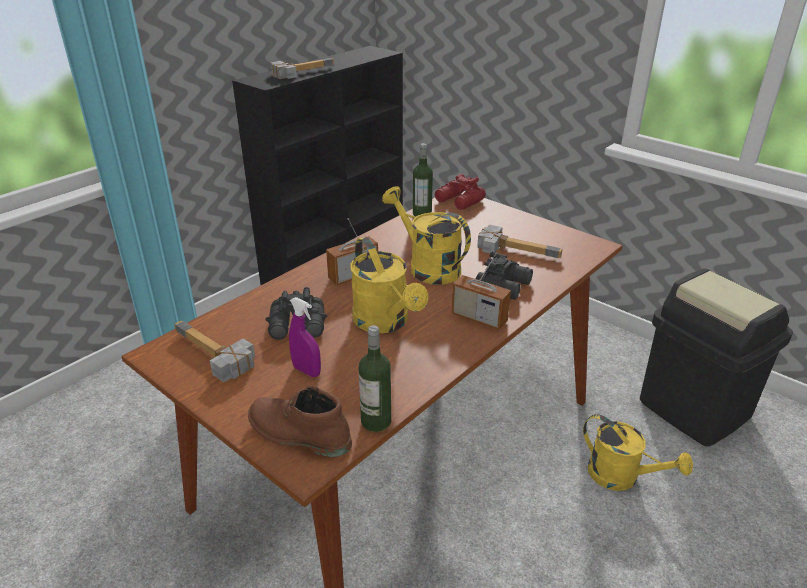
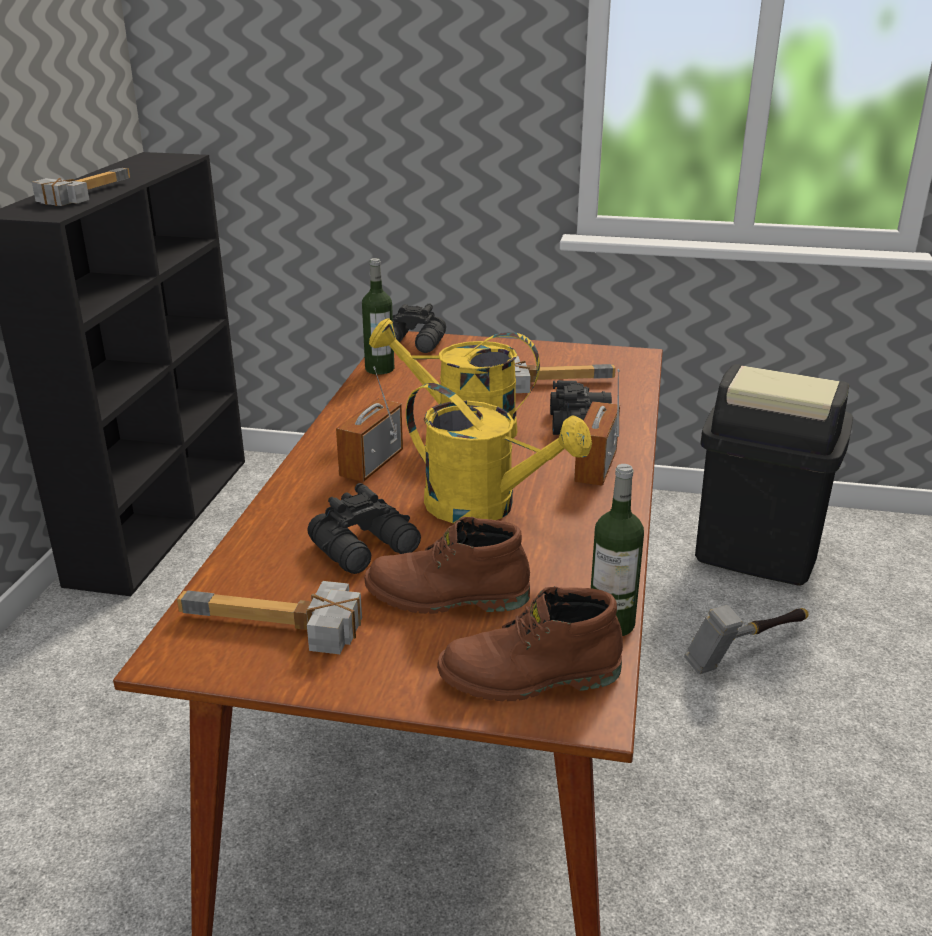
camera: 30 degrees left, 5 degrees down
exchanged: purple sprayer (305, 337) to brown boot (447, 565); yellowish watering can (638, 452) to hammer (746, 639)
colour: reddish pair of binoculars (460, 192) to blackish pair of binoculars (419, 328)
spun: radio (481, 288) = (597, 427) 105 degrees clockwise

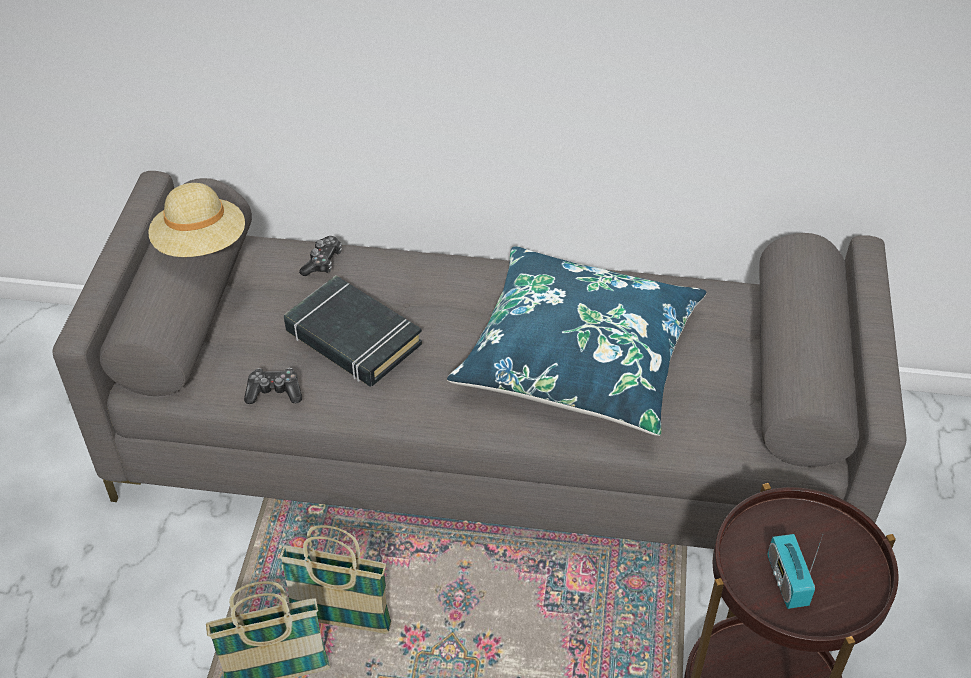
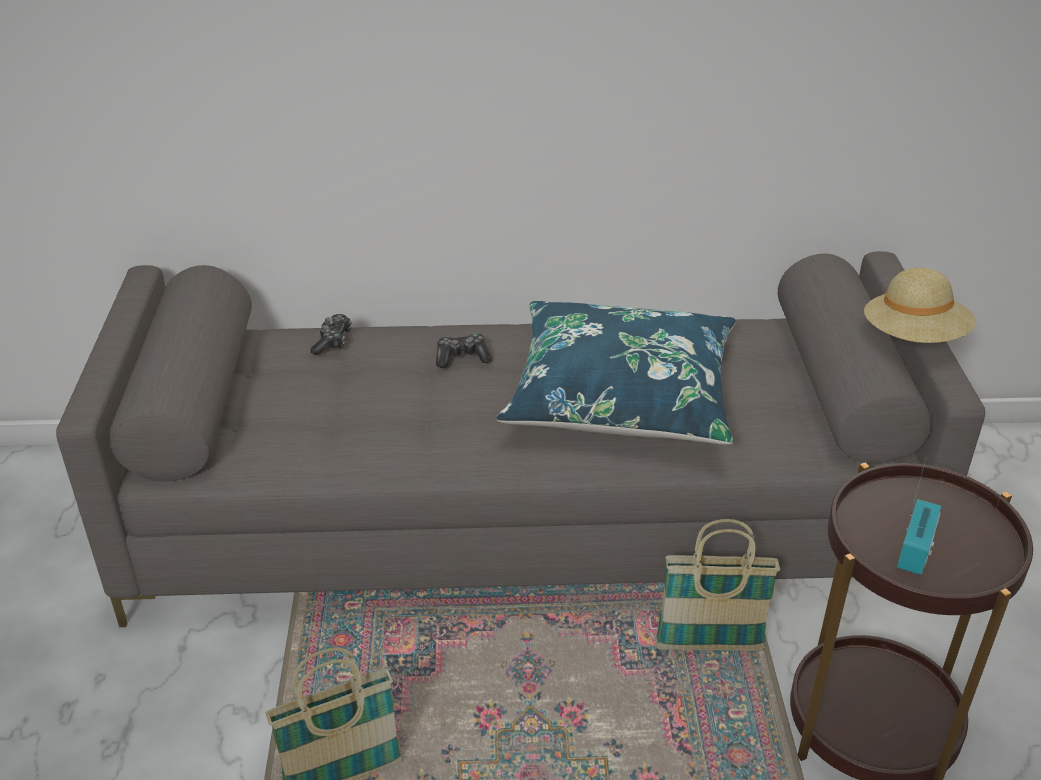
camera: 10 degrees left, 10 degrees down
missing: blackish bound book (353, 331)
relocated: beige clothing hat (196, 220) to (920, 305); joypad (273, 386) to (464, 350); storage basket (335, 579) to (717, 585)
spun: radio (795, 571) = (919, 517) 135 degrees counterclockwise

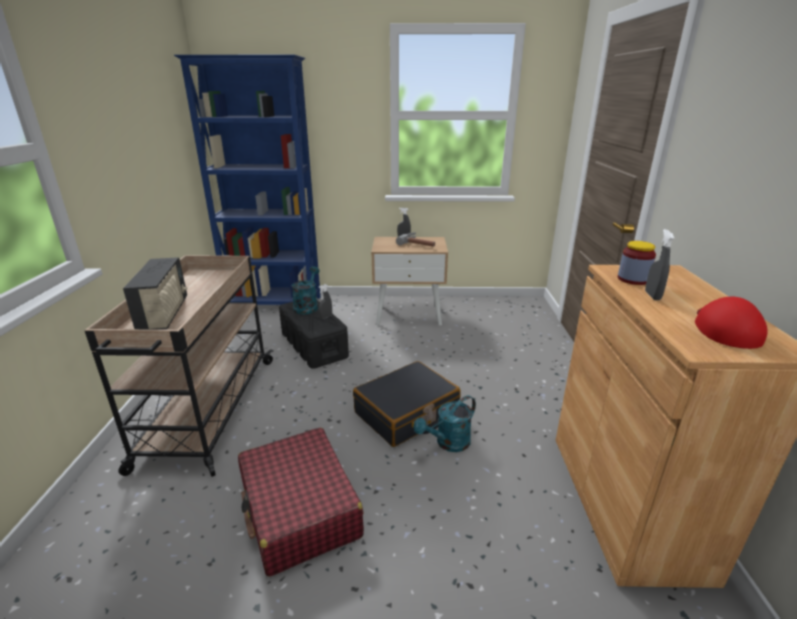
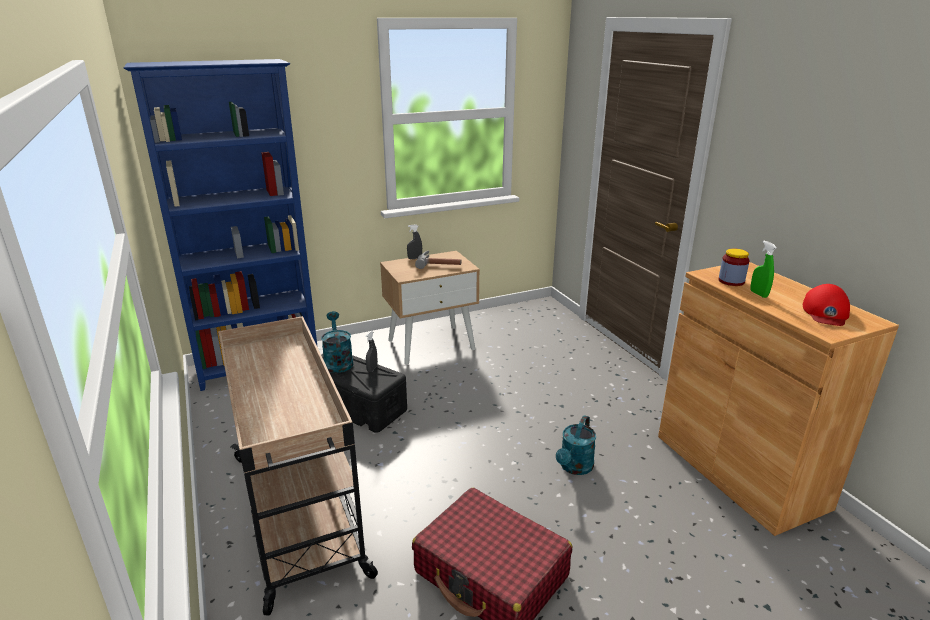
camera: 25 degrees left, 0 degrees up
missing: radio (155, 293); blackish suitcase (407, 404)
colour: gray sprayer (659, 264) to green-coloured sprayer (763, 269)
spun: reddish baseball cap (731, 322) = (826, 305) 150 degrees counterclockwise

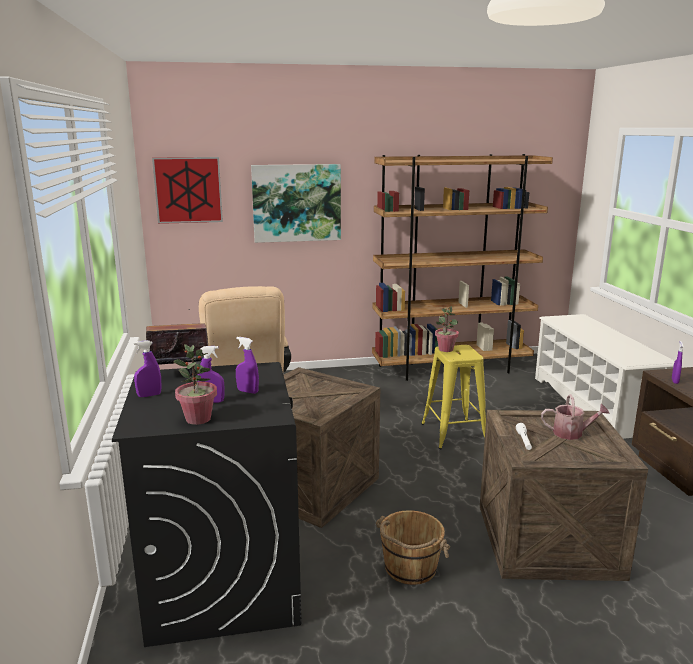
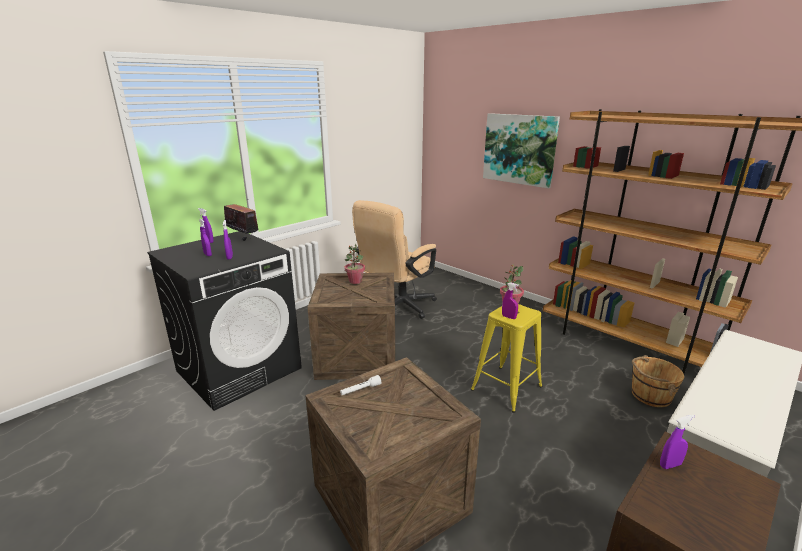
camera: 55 degrees right, 5 degrees up
missing: wall art (187, 190); watering can (575, 417)
appeared: purple sprayer (510, 300)
relocated: potted plant (195, 384) to (355, 263); brown bucket (413, 547) to (658, 381)

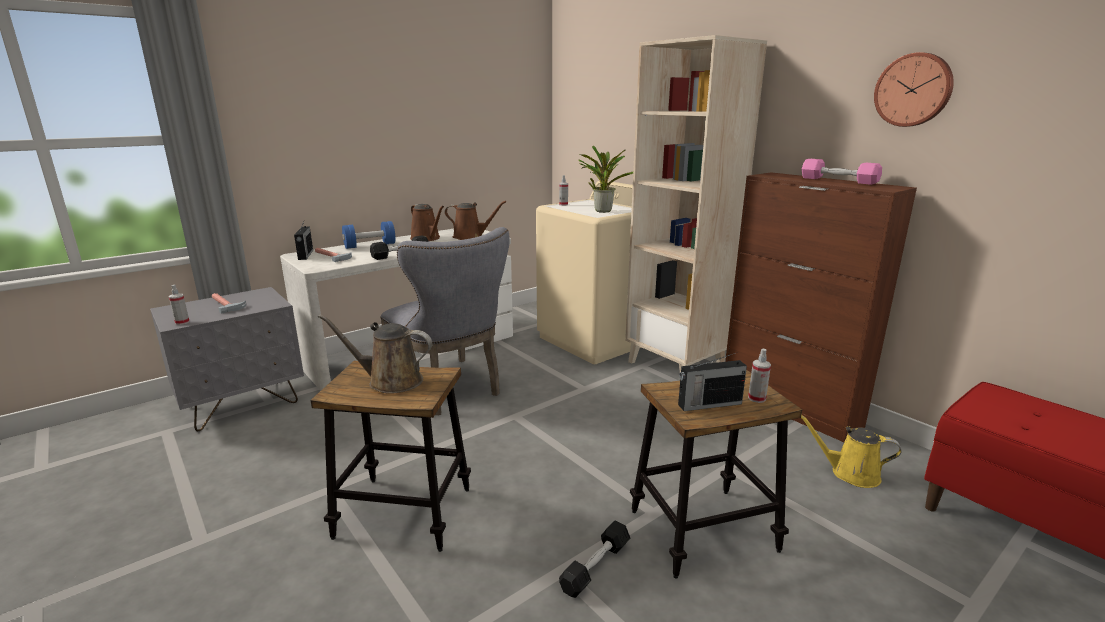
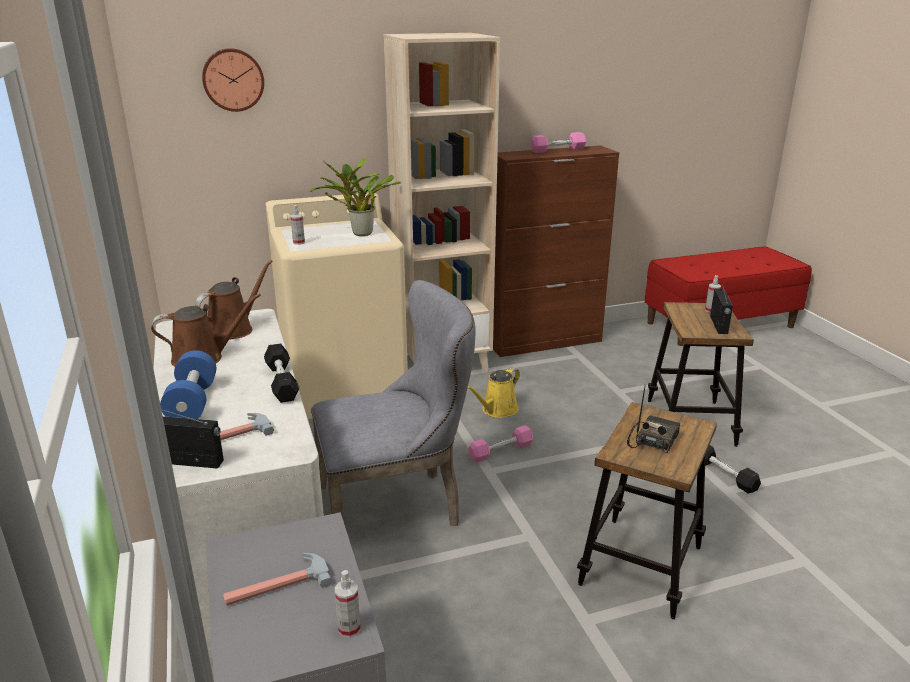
camera: 70 degrees left, 5 degrees up
appeared: pinkish hand weight (500, 443)
relocated: wall clock (914, 89) to (233, 80); yellowish watering can (851, 451) to (494, 393)
exchanged: brown watering can (375, 354) to radio (653, 418)

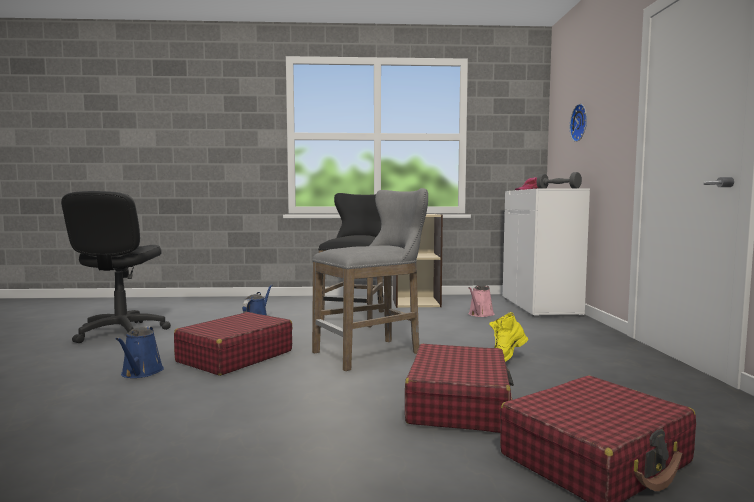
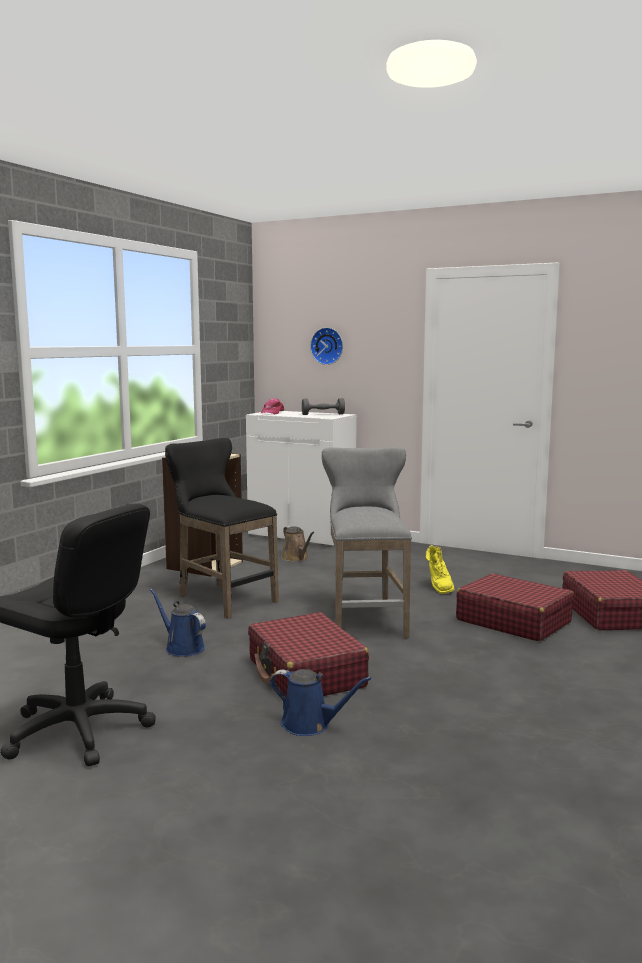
camera: 60 degrees left, 5 degrees up
colour: pinkish watering can (481, 301) to brown watering can (298, 544)

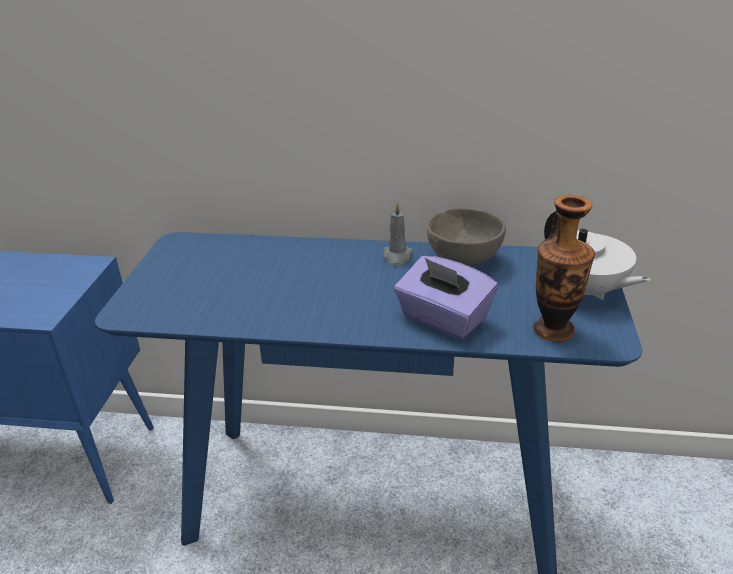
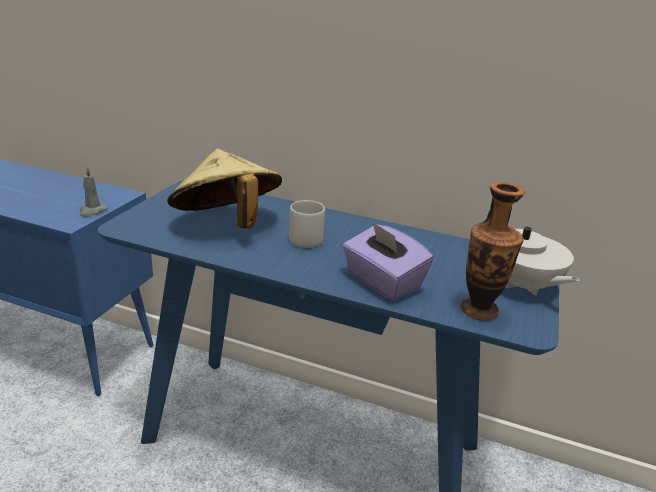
camera: 10 degrees right, 5 degrees down
missing: gray deep dish (466, 237)
appeared: beige clothing hat (224, 189); gray tea mug (307, 224)
relocated: gray wax candle (398, 234) to (93, 192)

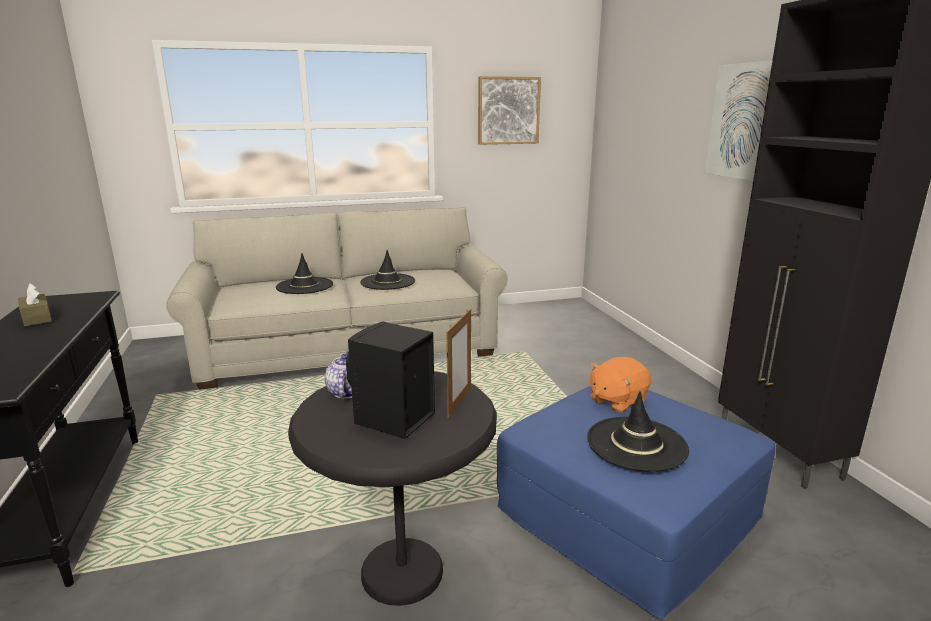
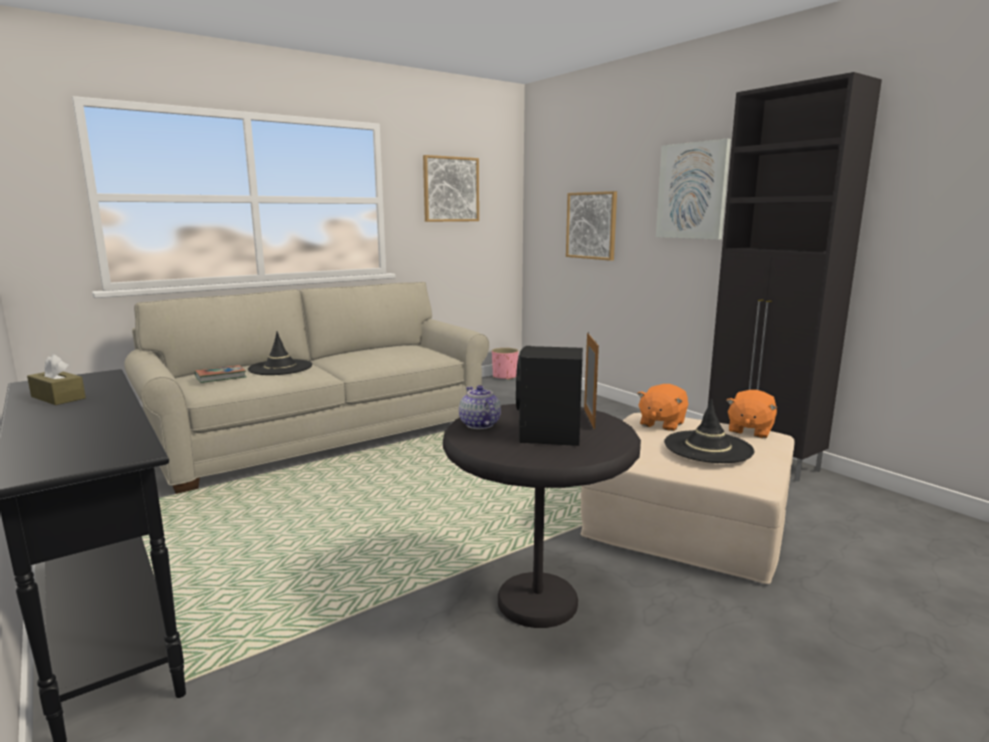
camera: 20 degrees left, 5 degrees down
missing: blackish clothing hat (387, 270)
appeared: wall art (591, 226); pinkish flower pot (505, 364); bound book (220, 374); orange-coloured plush toy (751, 414)
colour: blue-coloured pouffe (636, 502) to beige pouffe (688, 498)

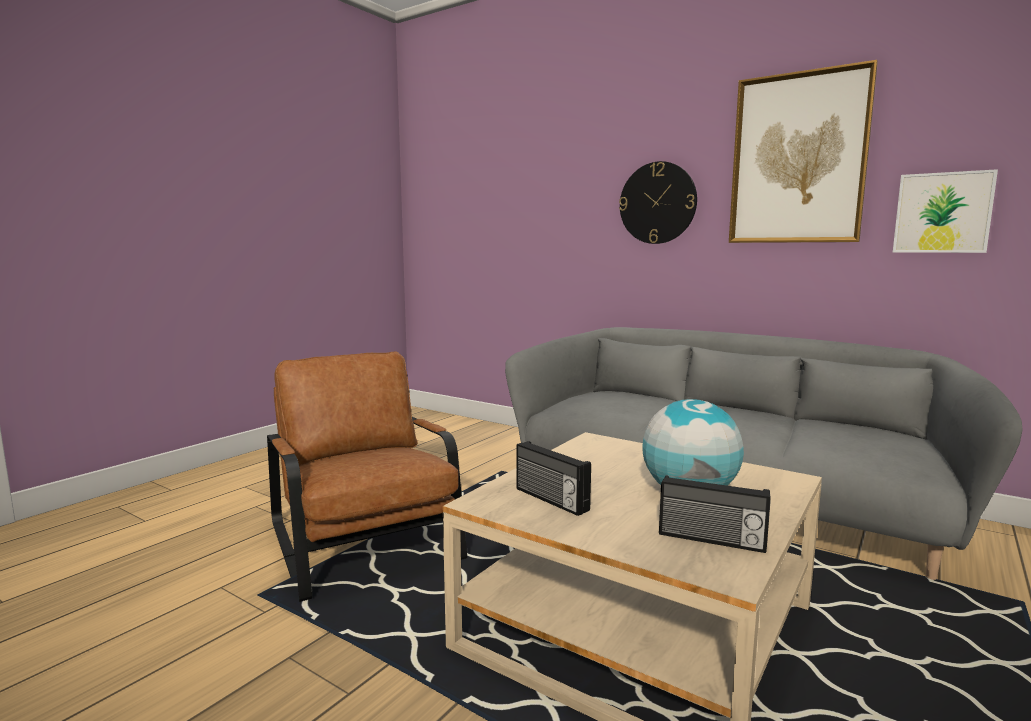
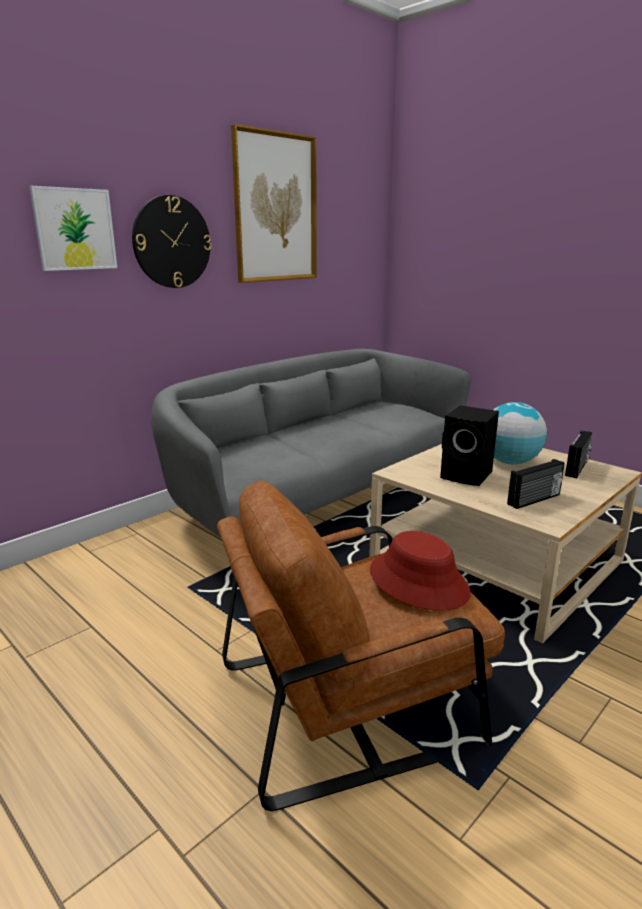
camera: 80 degrees left, 10 degrees up
appeared: blackish loudspeaker (469, 445); reddish clothing hat (420, 571)
relocated: wall art (945, 211) to (73, 228)

